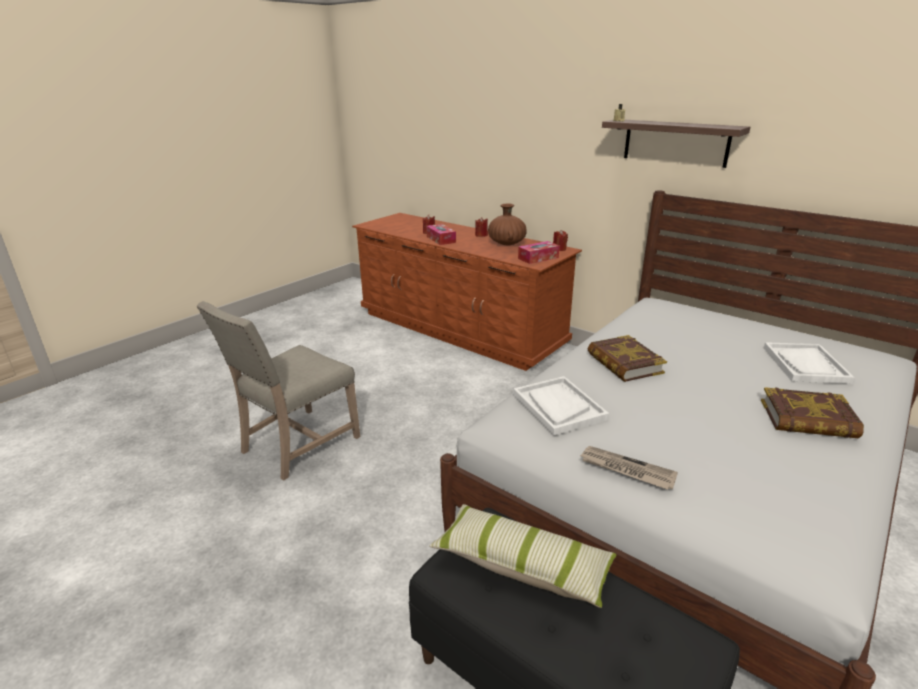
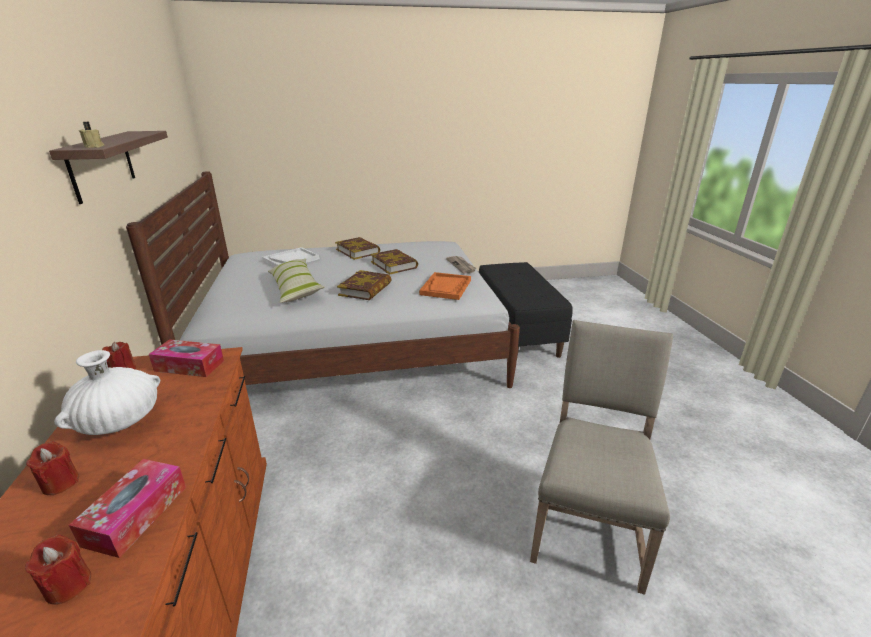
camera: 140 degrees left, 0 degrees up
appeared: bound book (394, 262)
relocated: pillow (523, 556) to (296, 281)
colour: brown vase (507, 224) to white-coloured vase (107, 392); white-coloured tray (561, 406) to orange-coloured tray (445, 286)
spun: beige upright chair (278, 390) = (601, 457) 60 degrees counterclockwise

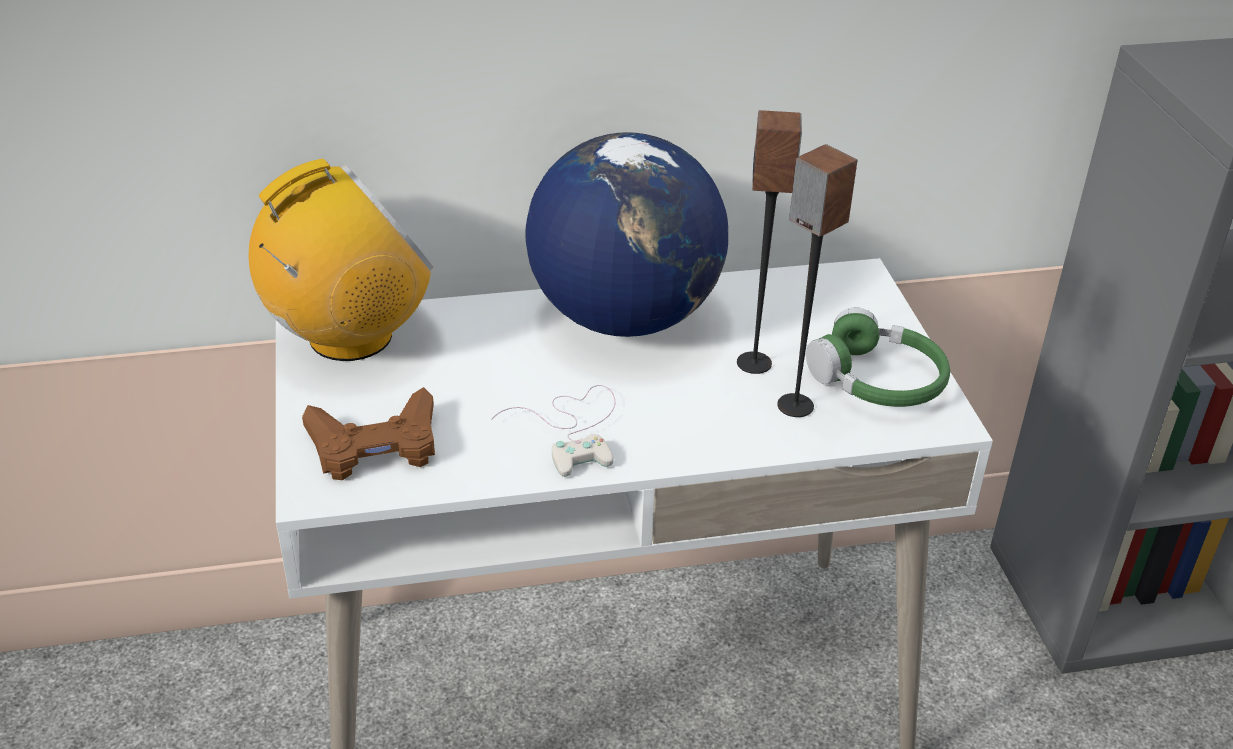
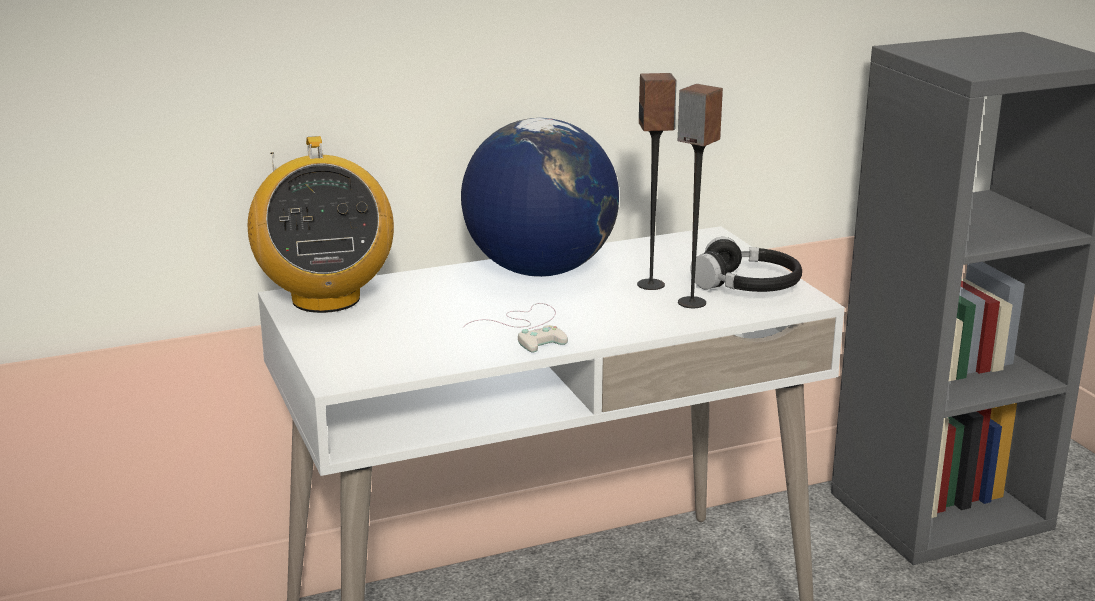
camera: 10 degrees left, 15 degrees down
missing: brown joypad (368, 433)
colour: green-coloured headphones (878, 357) to blackish headphones (746, 264)
spun: radio (341, 260) = (321, 224) 120 degrees clockwise

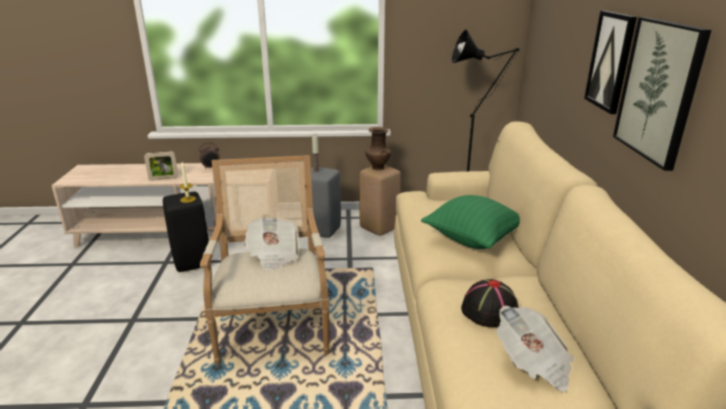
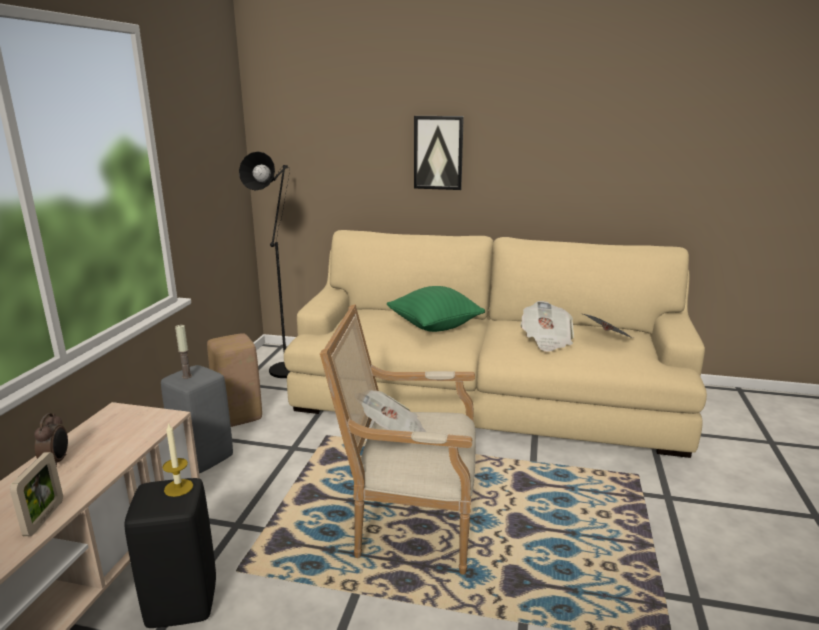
camera: 75 degrees left, 5 degrees down
missing: wall art (662, 94); brown vase (378, 148)
exchanged: blackish clothing hat (489, 303) to newspaper (547, 326)

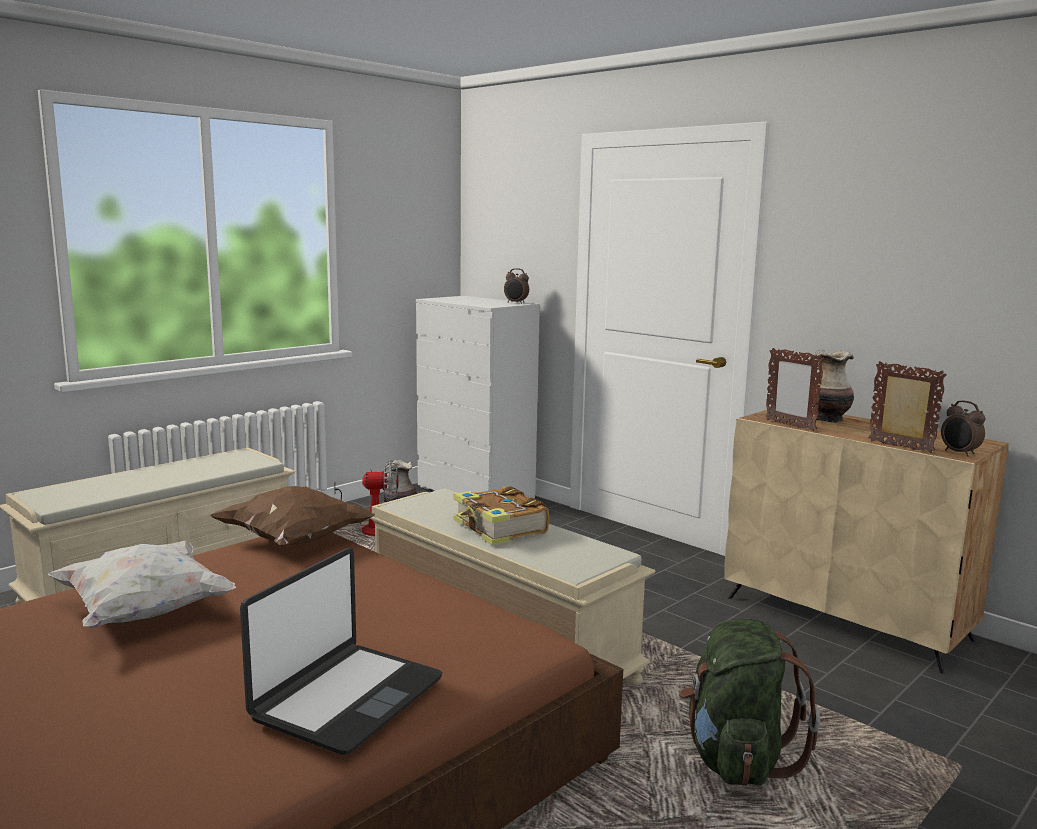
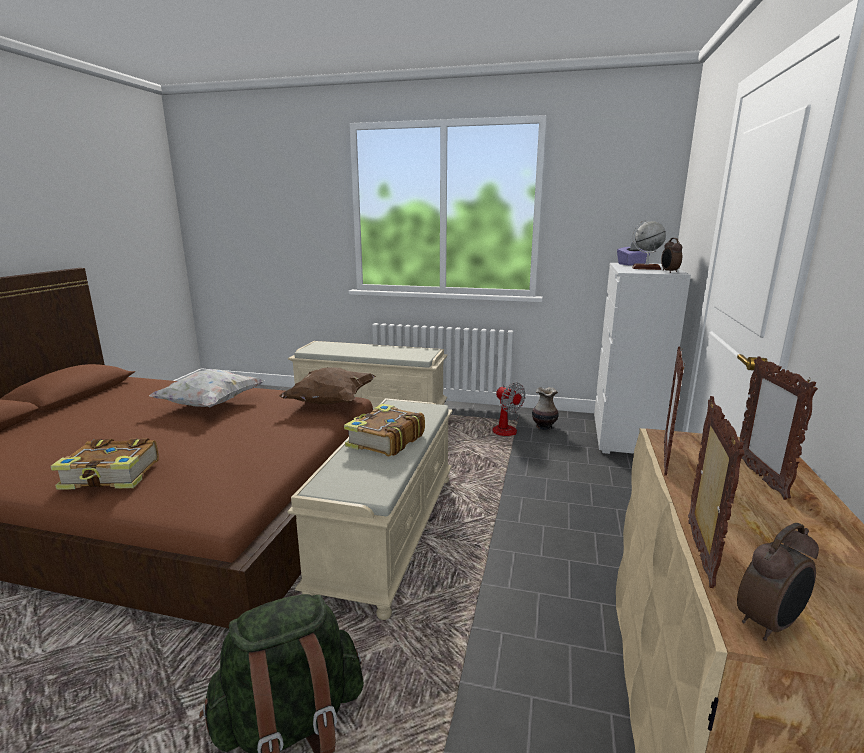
camera: 60 degrees right, 5 degrees up
appeared: desk globe (649, 245); purple tissue holder (633, 254)
exchanged: vase (833, 386) to photo frame (779, 428); notebook computer (341, 651) to bound book (105, 464)
spun: table clock (963, 428) = (778, 582) 150 degrees counterclockwise

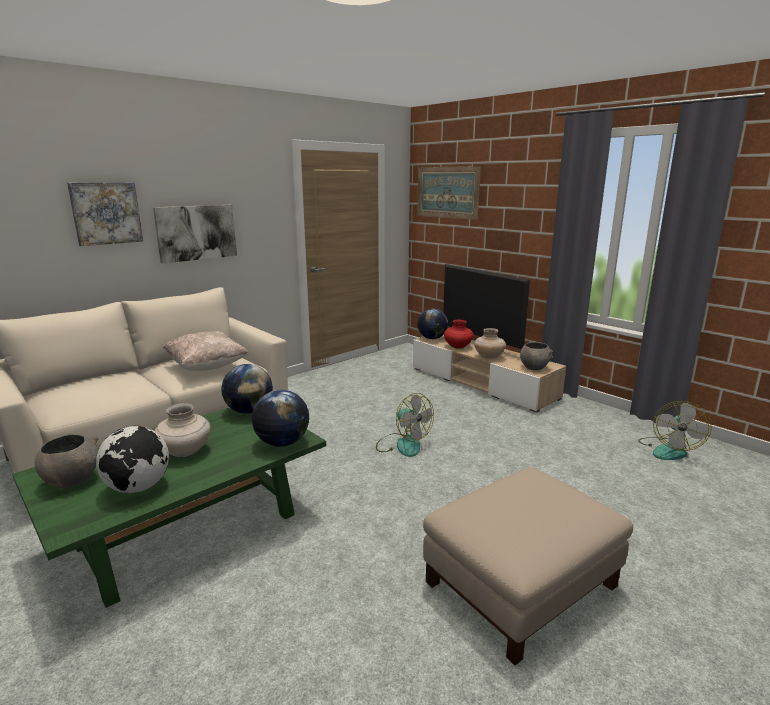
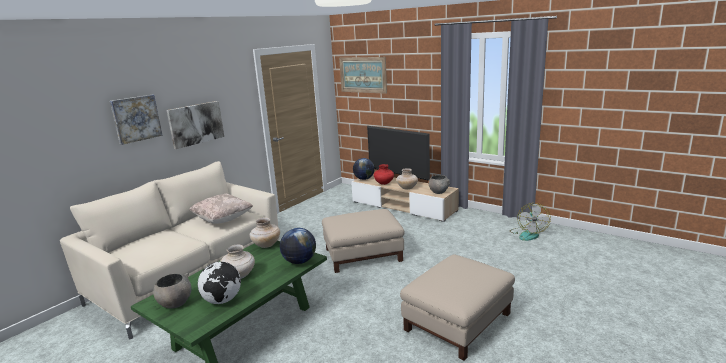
camera: 10 degrees left, 0 degrees up
exchanged: desk globe (247, 389) to beige vase (265, 233); fan (405, 425) to beige pouffe (363, 241)

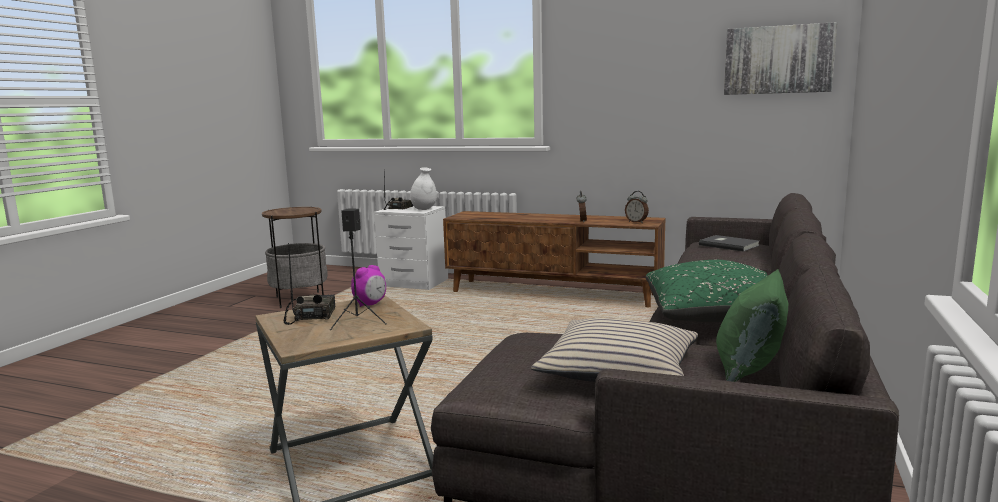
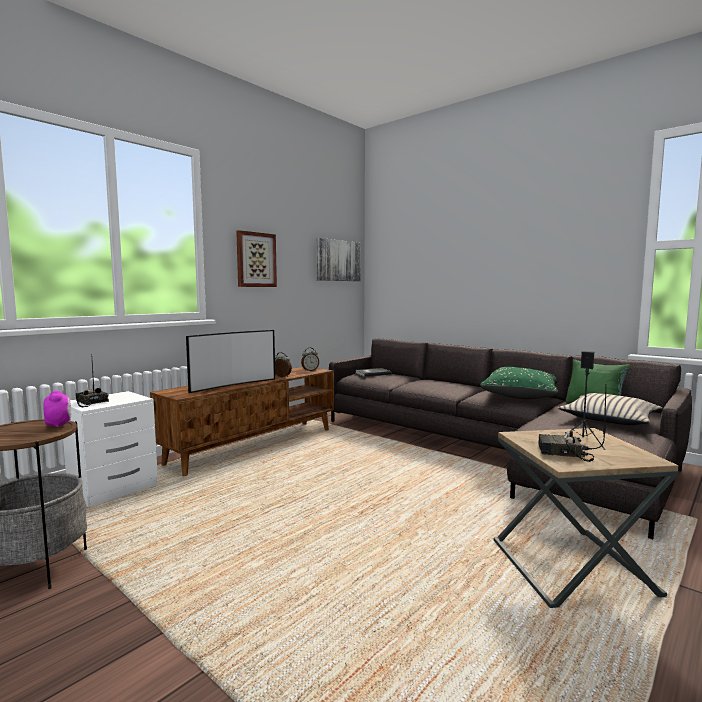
camera: 70 degrees left, 5 degrees down
missing: white-coloured vase (423, 189)
appeared: wall art (256, 258); television (230, 361)
relocated: table clock (368, 286) to (57, 409)

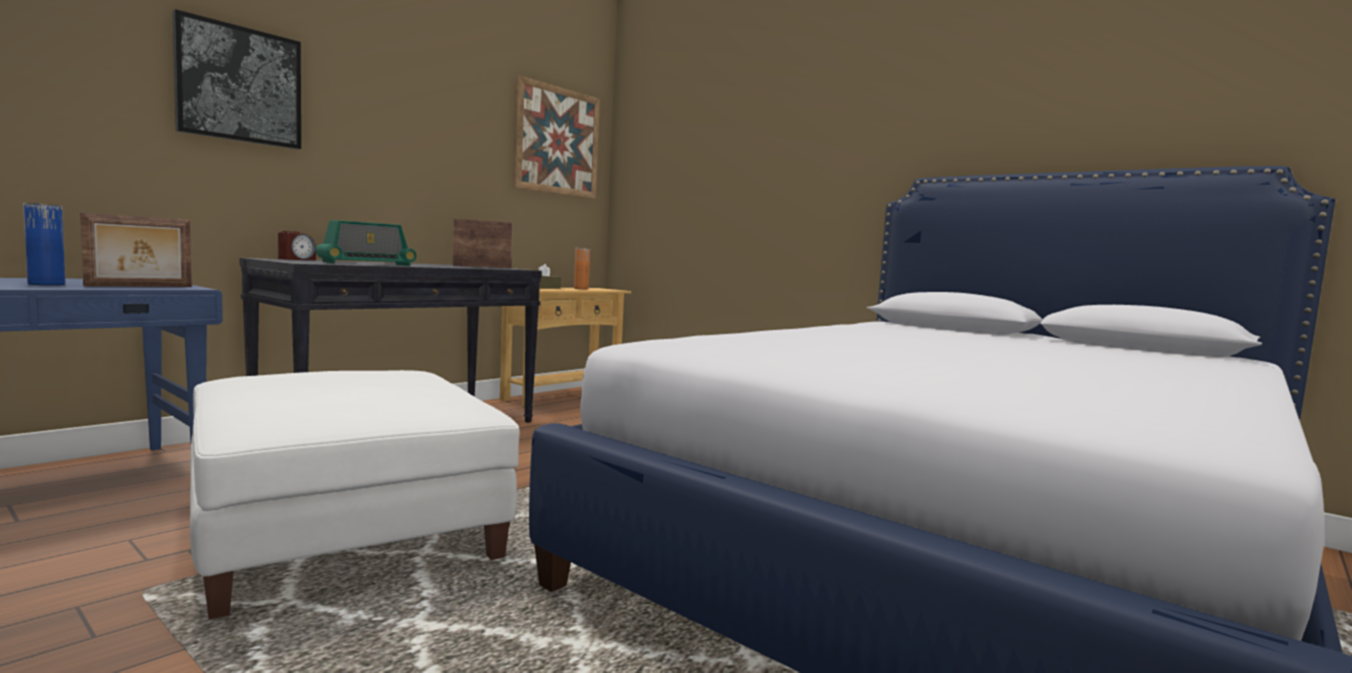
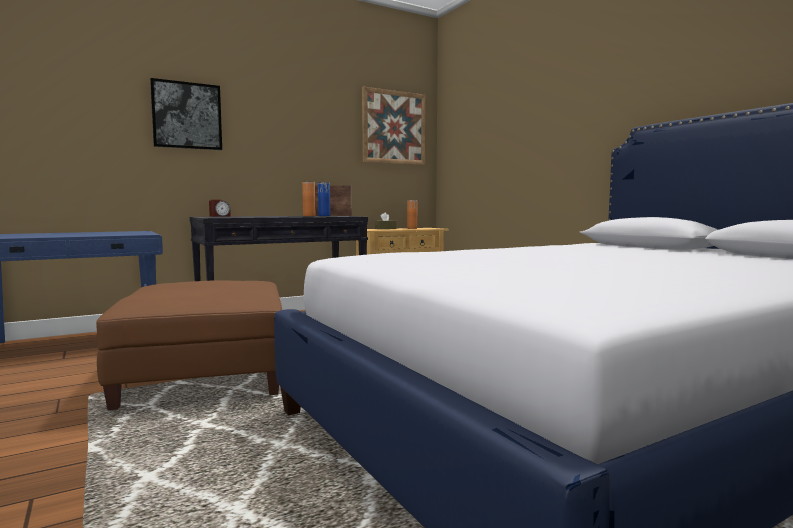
camera: 20 degrees right, 0 degrees up
missing: photo frame (136, 250); radio (366, 243)
appeared: orange-coloured vase (308, 199)
relocated: blue-coloured vase (44, 244) to (324, 199)
colour: white-coloured pouffe (355, 494) to brown pouffe (189, 345)

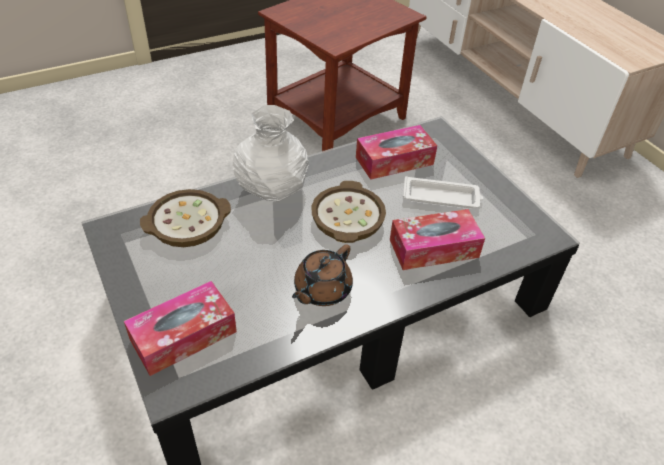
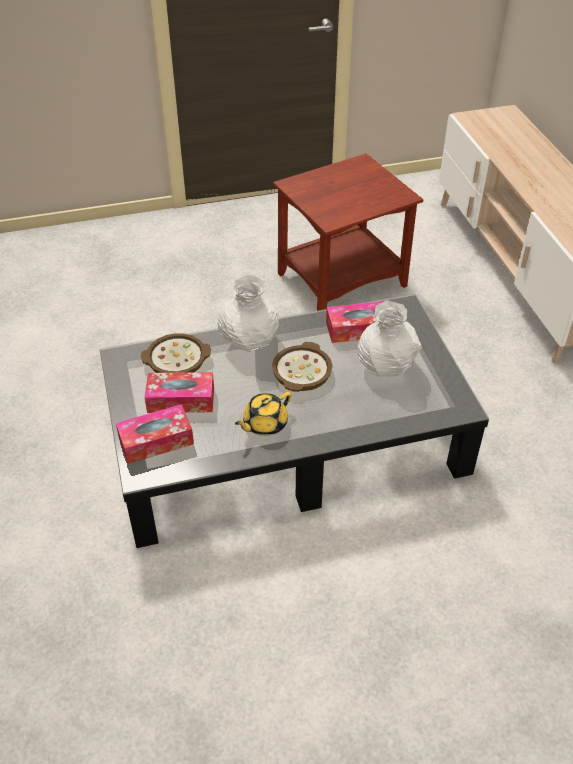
camera: 15 degrees right, 0 degrees up
relocated: tissue holder (437, 239) to (179, 392)
exchanged: white-coloured tray (443, 192) to white-coloured vase (390, 338)
colour: brown pot for tea (322, 275) to yellowish pot for tea (263, 414)

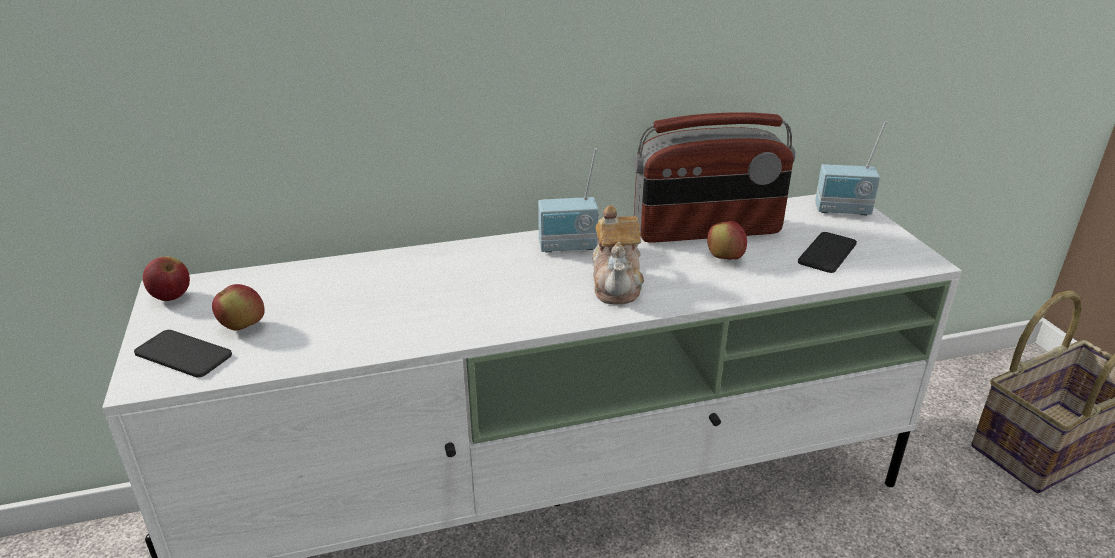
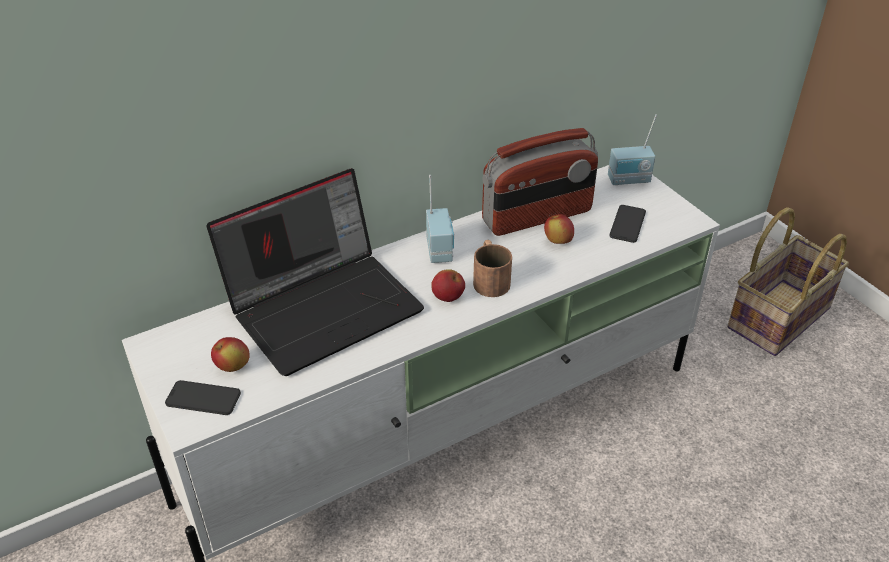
camera: 15 degrees left, 10 degrees up
appeared: notebook computer (315, 272)
relocated: apple (166, 278) to (448, 285)
exchanged: pot for tea (618, 255) to brown tea mug (492, 268)
spun: radio (568, 200) = (440, 219) 75 degrees counterclockwise

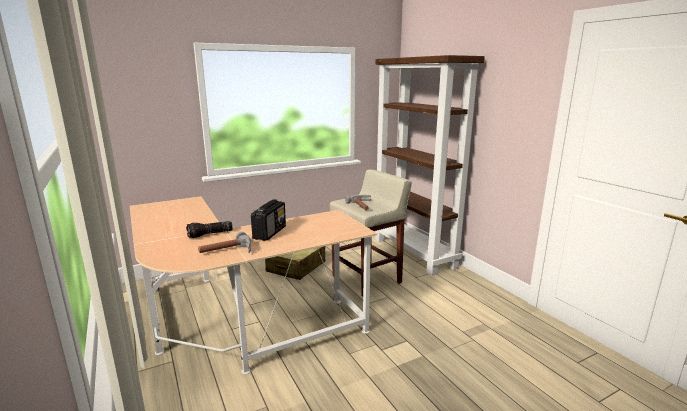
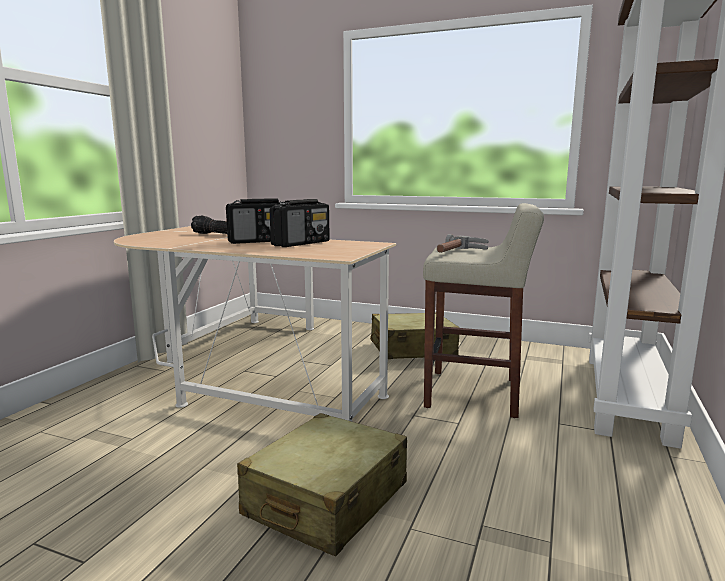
camera: 50 degrees right, 5 degrees down
missing: hammer (224, 242)
appeared: radio (300, 223); beige suitcase (322, 485)

